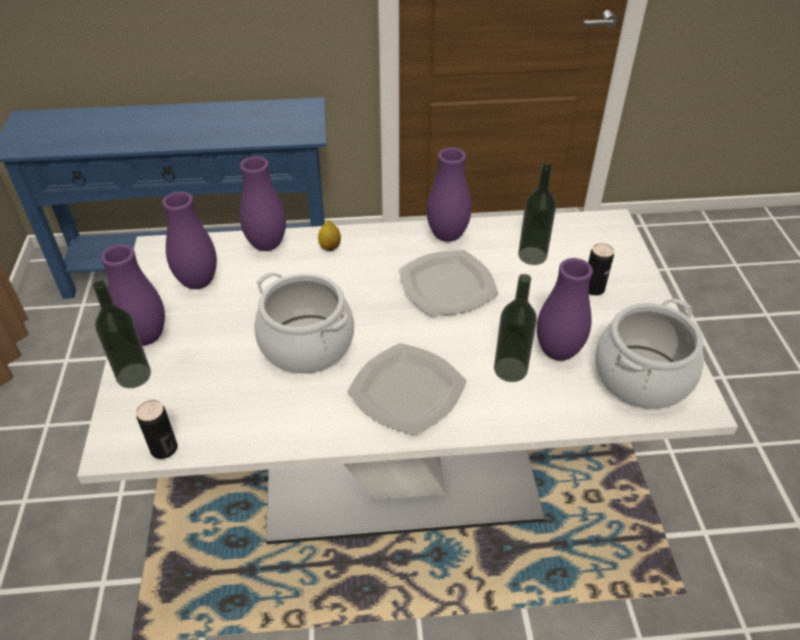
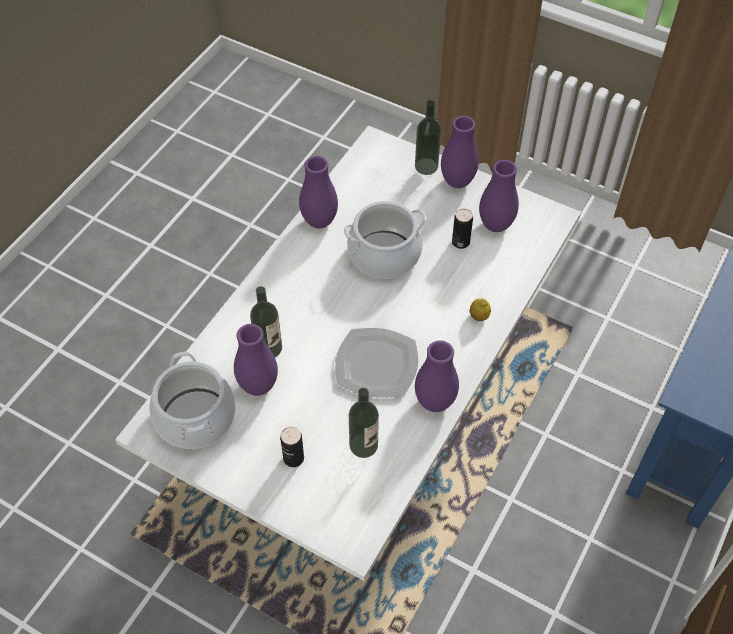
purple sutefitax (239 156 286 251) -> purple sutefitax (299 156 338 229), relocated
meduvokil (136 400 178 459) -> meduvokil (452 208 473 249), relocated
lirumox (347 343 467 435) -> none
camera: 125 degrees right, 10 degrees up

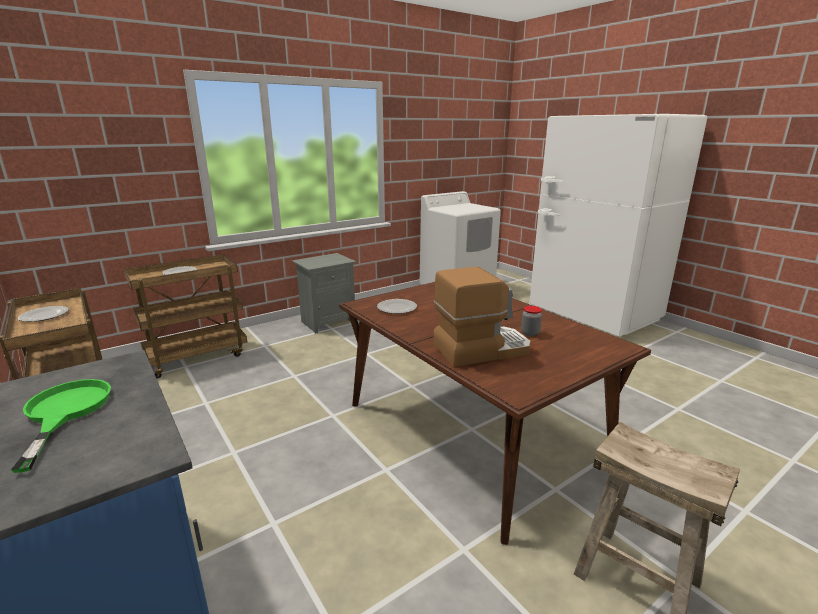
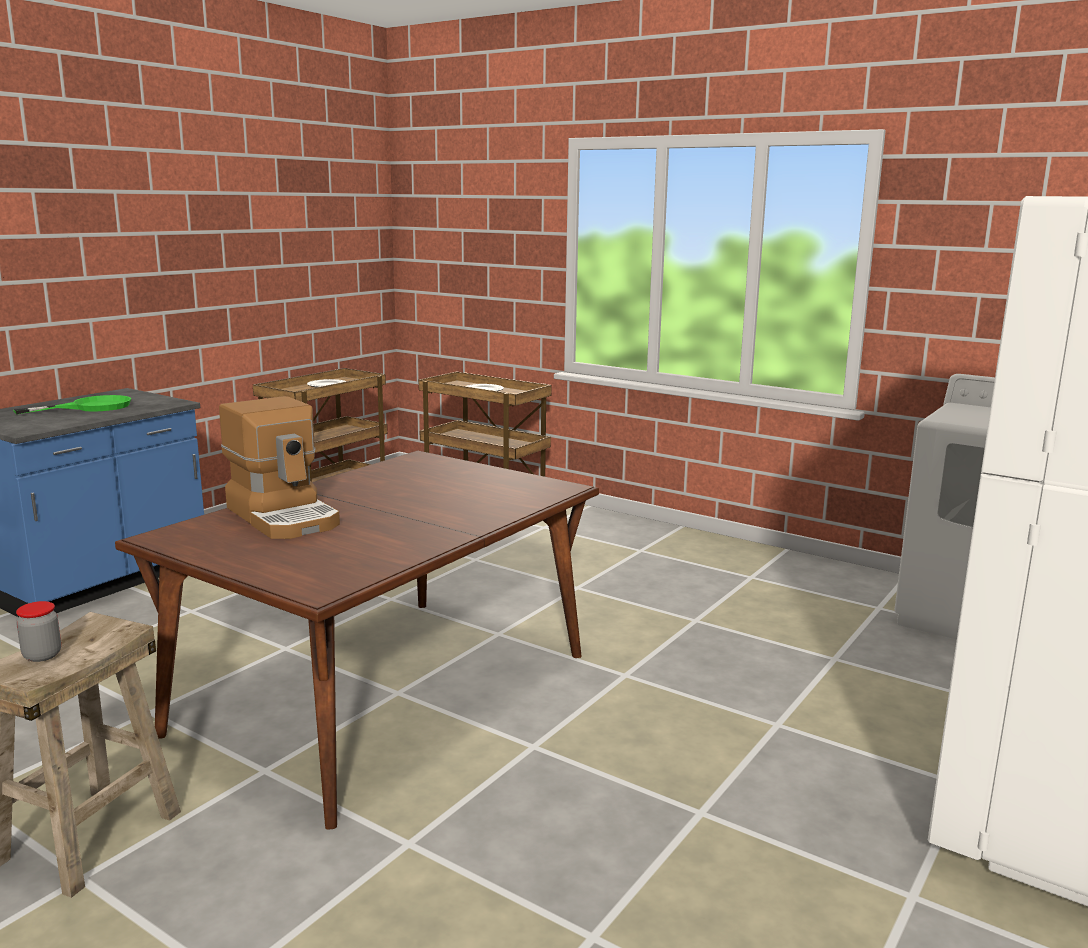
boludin (521 306 542 337) -> boludin (16 601 61 662), relocated
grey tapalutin (292 253 356 334) -> none
lirumox (377 299 417 314) -> none
camera: 70 degrees right, 5 degrees down

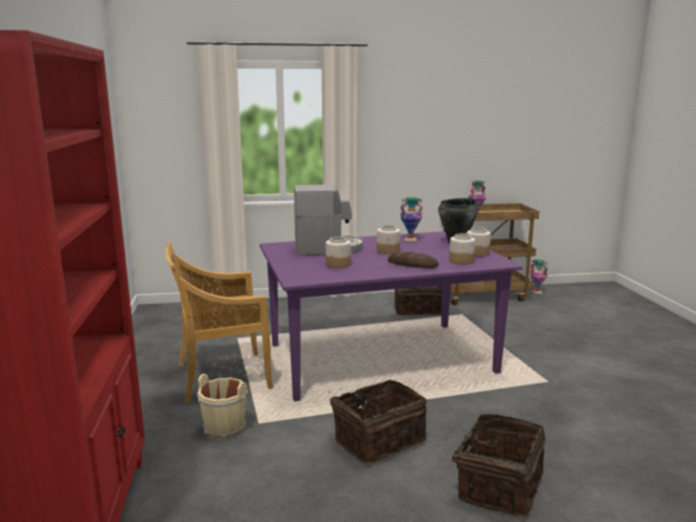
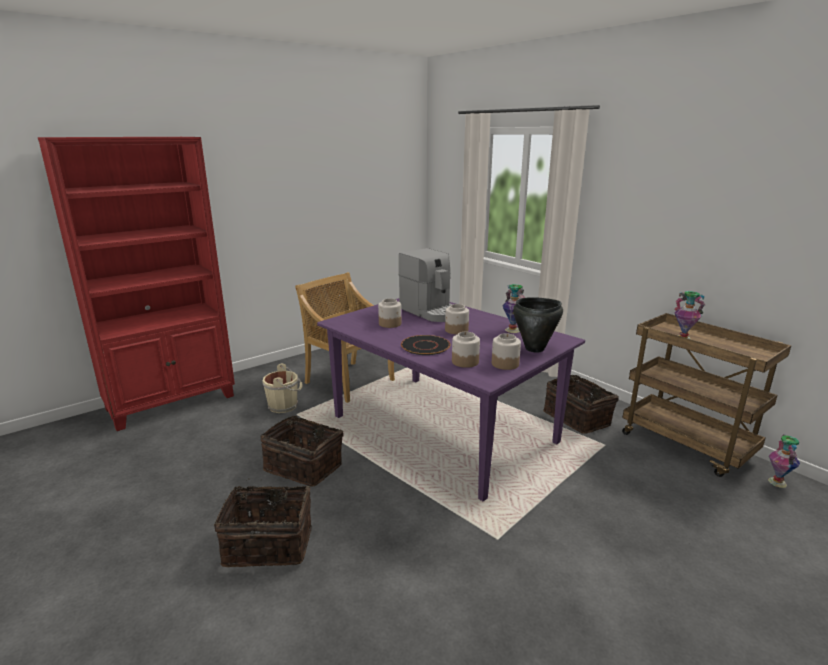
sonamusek (388 252 439 268) -> black lirumox (401 335 450 355)
camera: 60 degrees right, 5 degrees up

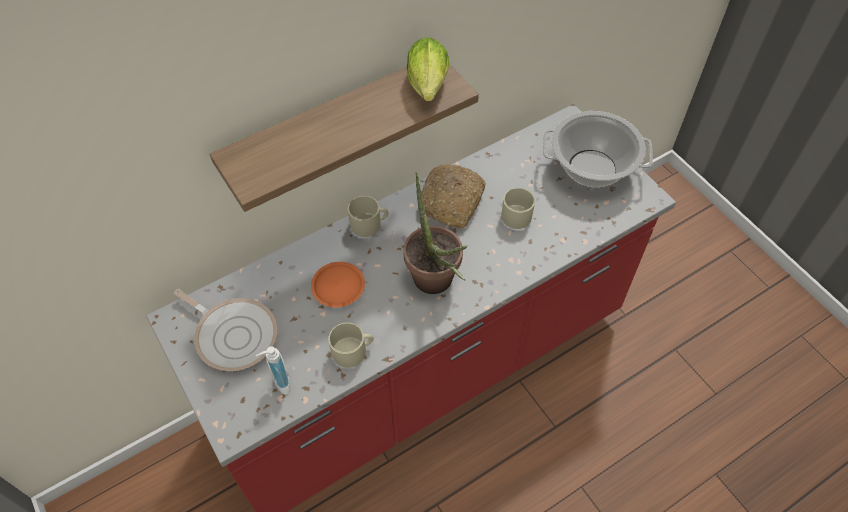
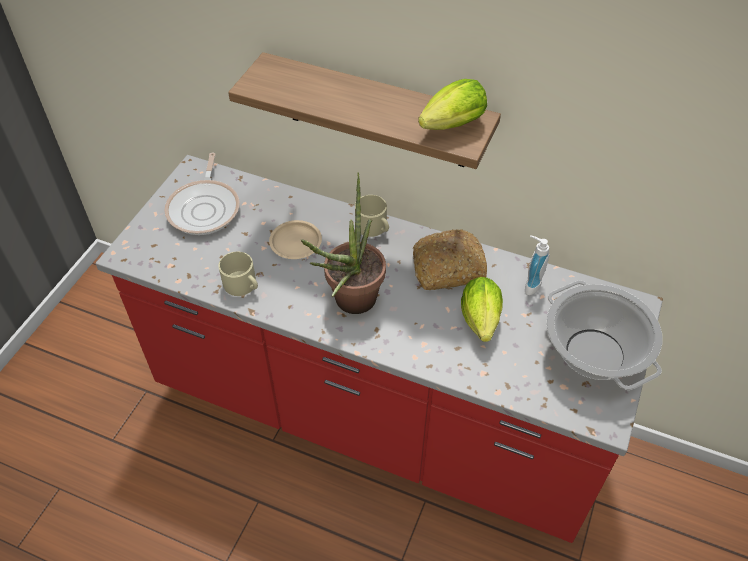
orange lirumox (311 262 365 307) -> beige lirumox (269 220 322 259)
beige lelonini (502 188 535 229) -> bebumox (461 277 503 342)
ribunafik (256 346 291 395) -> ribunafik (525 236 549 295), relocated
camera: 55 degrees right, 5 degrees down

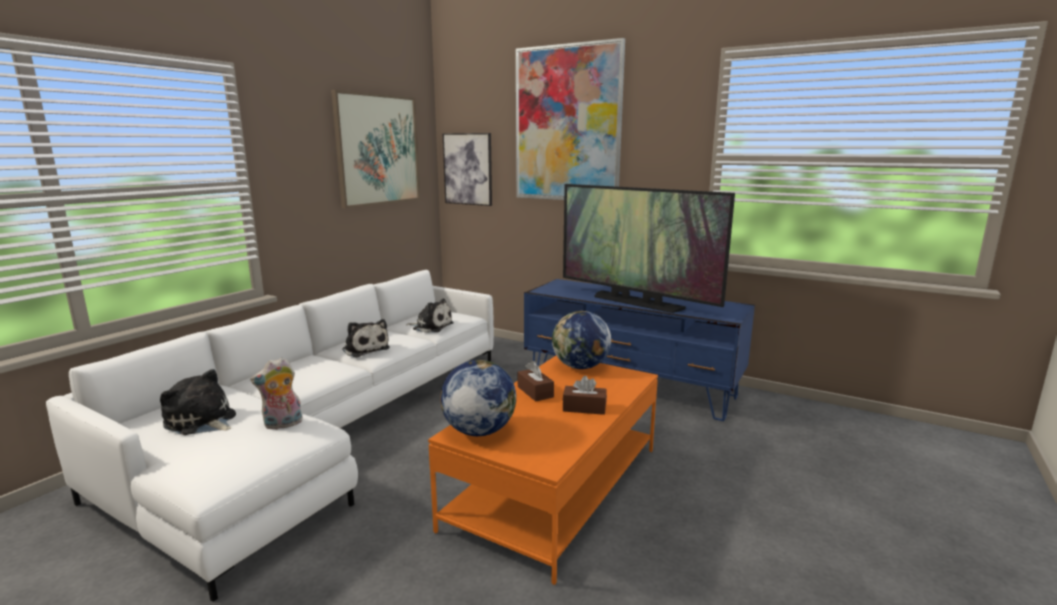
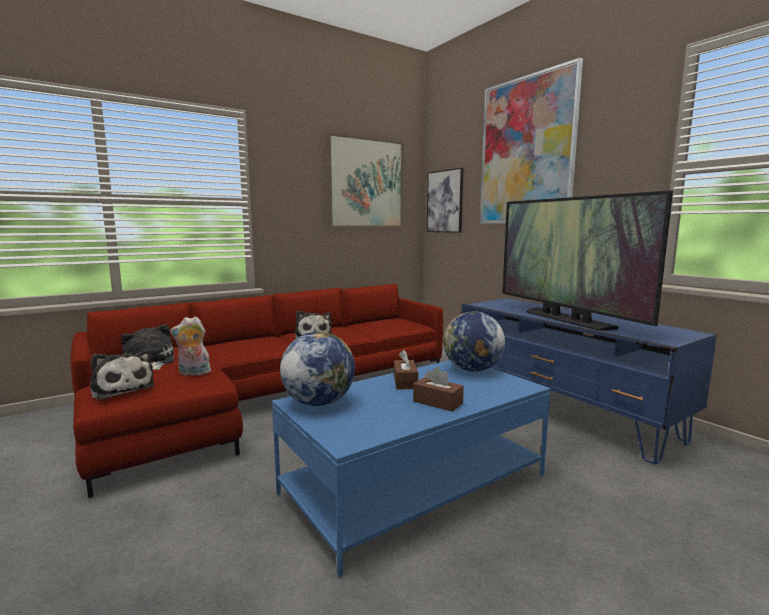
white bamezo (46 270 494 602) -> red bamezo (70 284 443 498)
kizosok (406 298 454 333) -> kizosok (90 350 155 400), relocated
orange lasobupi (428 356 658 585) -> blue lasobupi (272 360 551 577)
camera: 25 degrees right, 5 degrees down

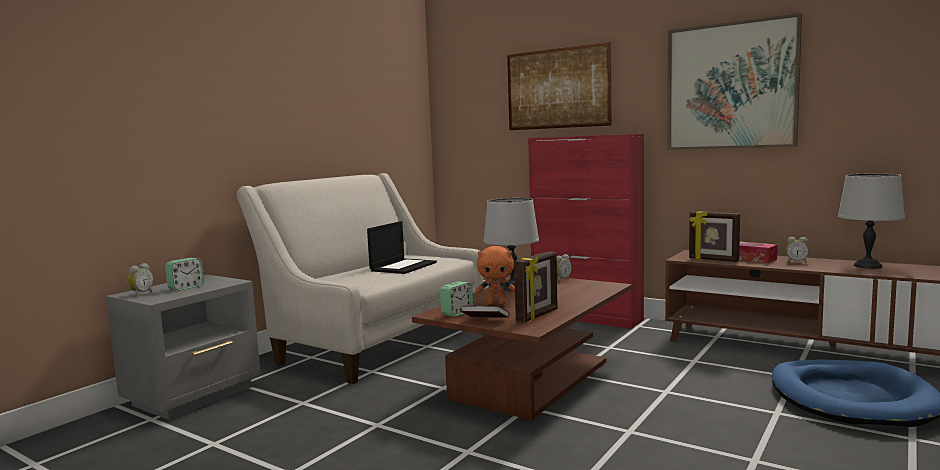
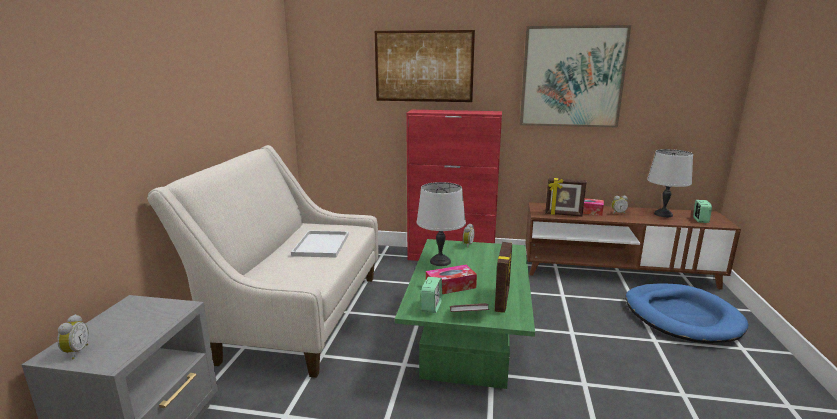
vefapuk (367 221 437 274) -> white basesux (291 231 349 258)
brown lasobupi (412 277 632 420) -> green lasobupi (395 239 535 389)
orange kizosok (476 246 515 305) -> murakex (426 265 477 294)
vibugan (165 258 204 291) -> vibugan (693 200 712 223), relocated
camera: 25 degrees left, 10 degrees up

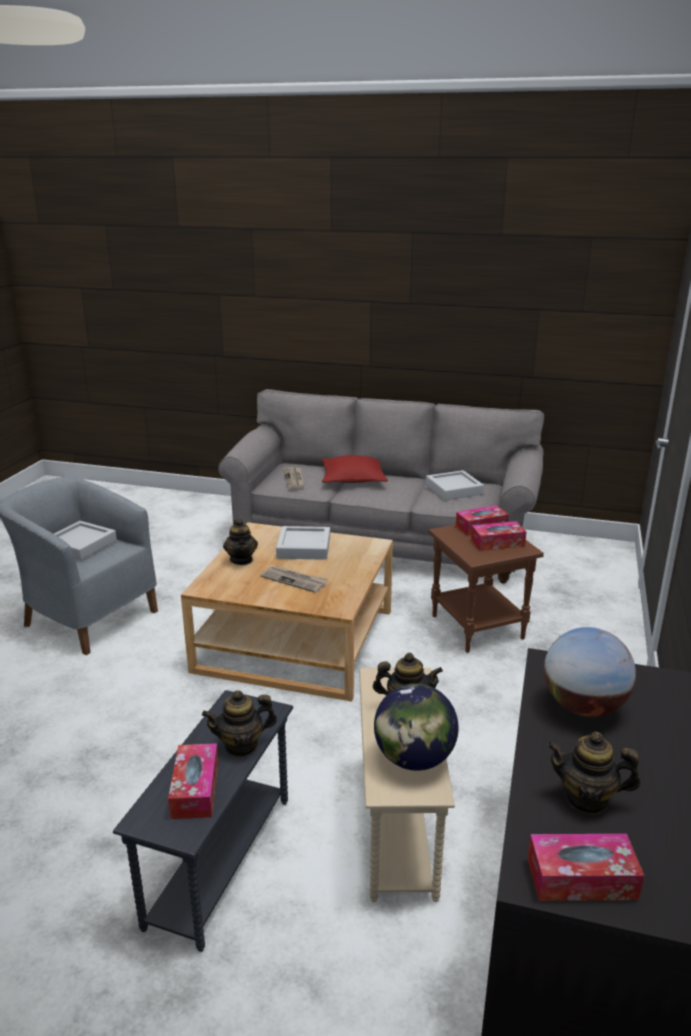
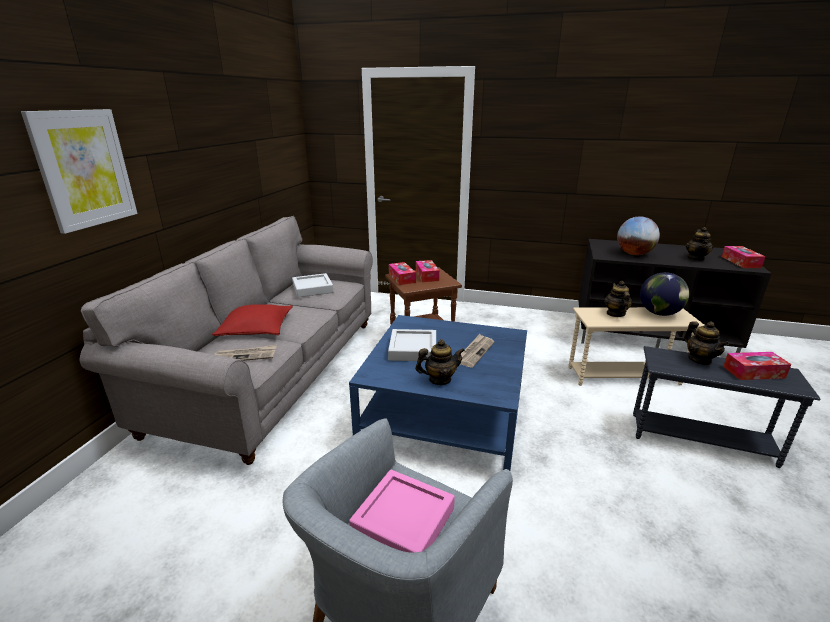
none -> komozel (21 109 137 234)
beige lasobupi (181 522 393 702) -> blue lasobupi (349 315 527 471)
grey basesux (54 521 117 560) -> pink basesux (349 470 455 553)
camera: 90 degrees left, 0 degrees up

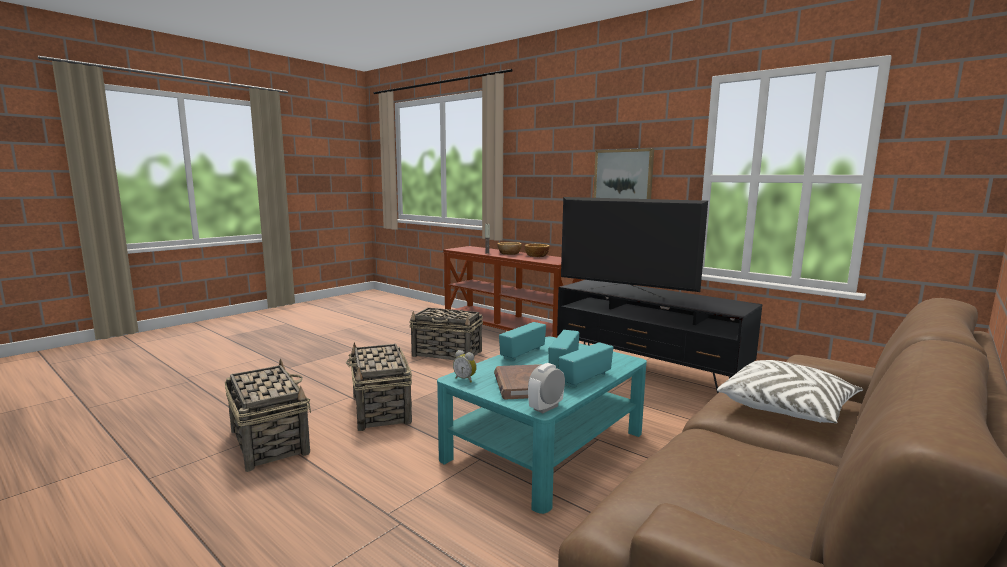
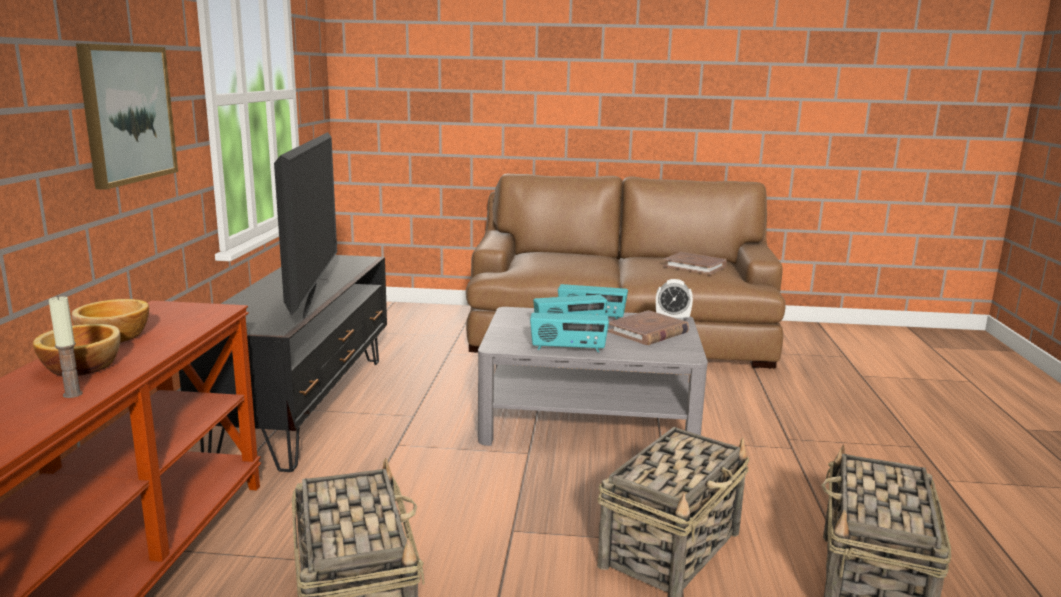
turquoise lasobupi (437 337 647 514) -> grey lasobupi (478 307 708 446)
none -> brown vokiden (663 252 727 275)
vibugan (453 350 477 382) -> none
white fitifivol (717 360 863 423) -> none
camera: 125 degrees left, 5 degrees up

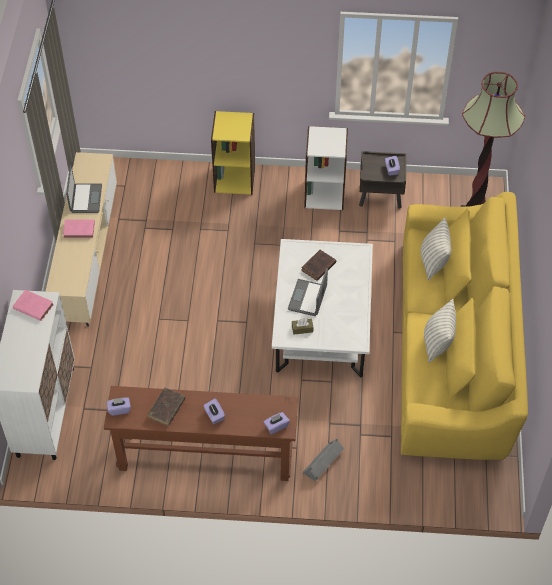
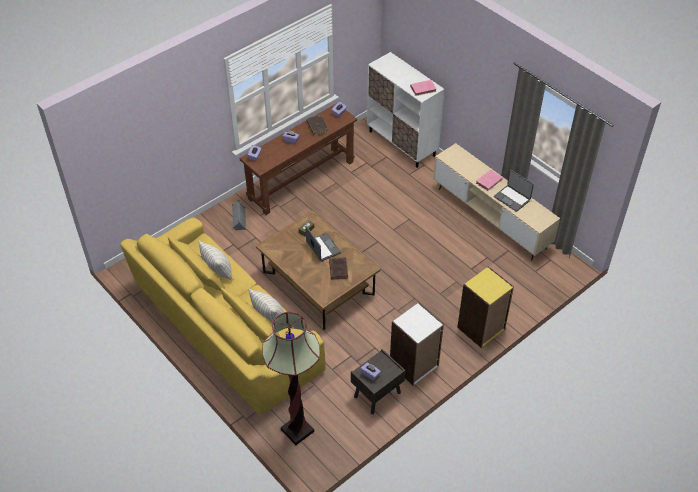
white lasobupi (272 239 373 378) -> brown lasobupi (256 210 381 330)
camera: 135 degrees right, 5 degrees down

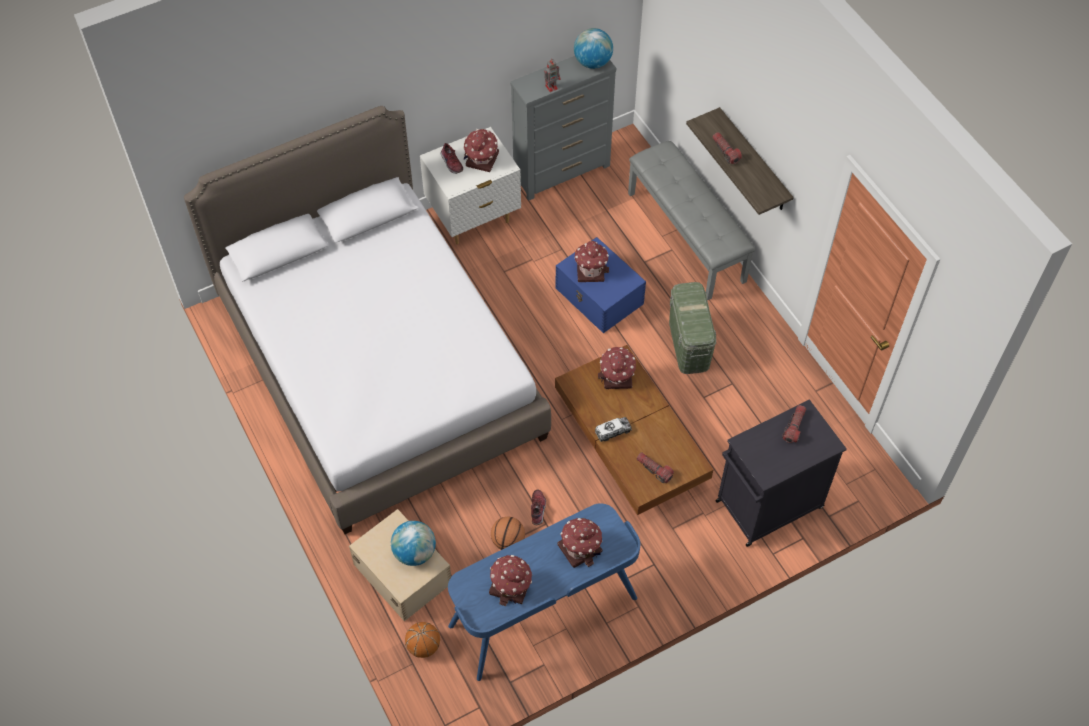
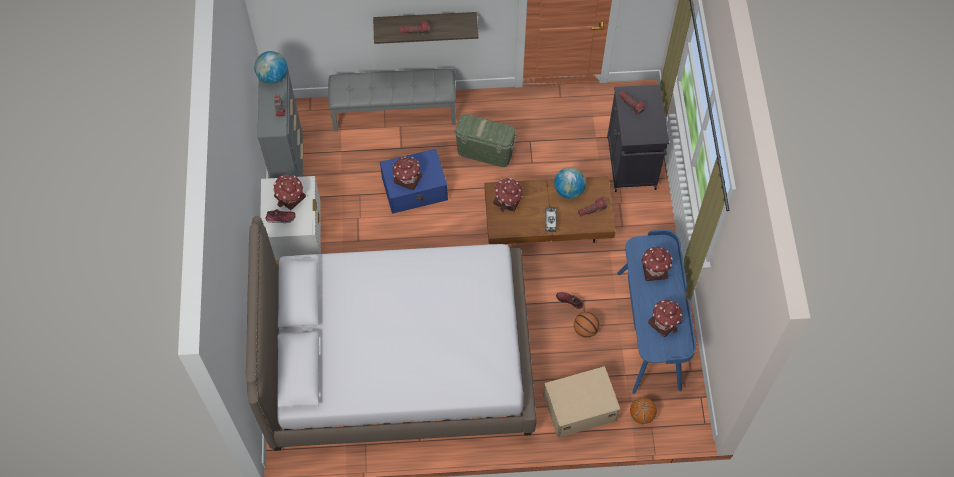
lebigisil (391 521 436 566) -> lebigisil (554 167 586 199), relocated
camera: 65 degrees left, 5 degrees up

